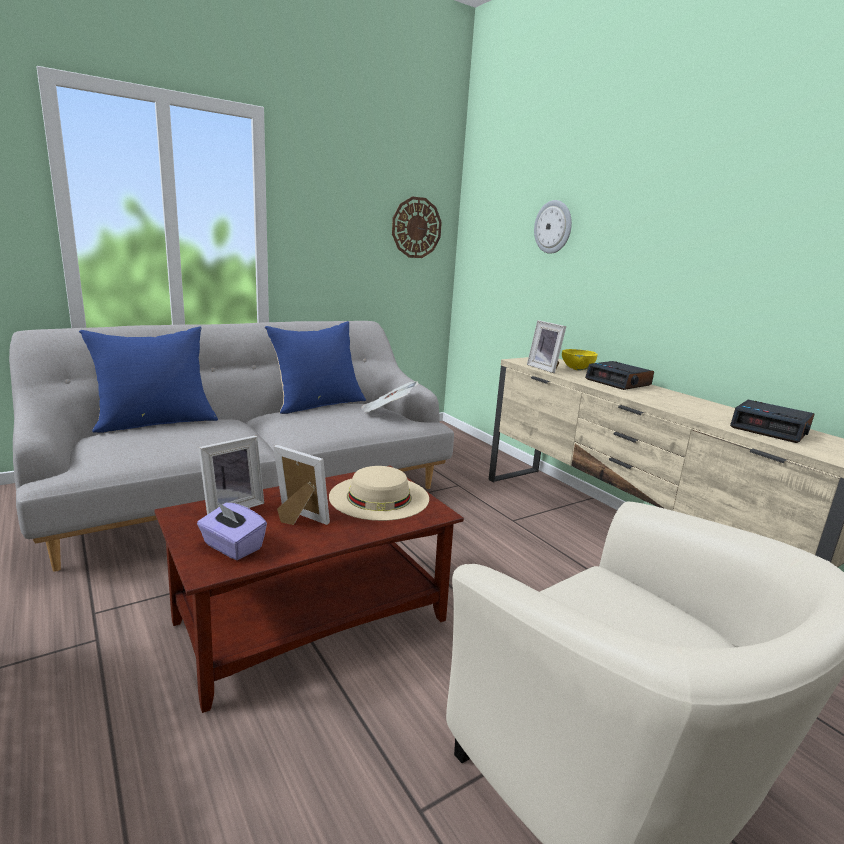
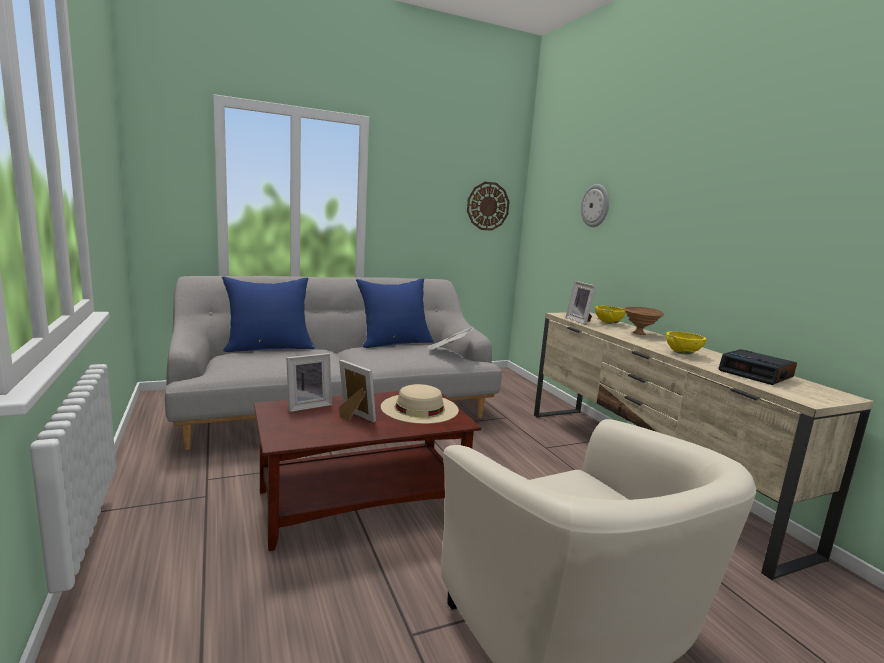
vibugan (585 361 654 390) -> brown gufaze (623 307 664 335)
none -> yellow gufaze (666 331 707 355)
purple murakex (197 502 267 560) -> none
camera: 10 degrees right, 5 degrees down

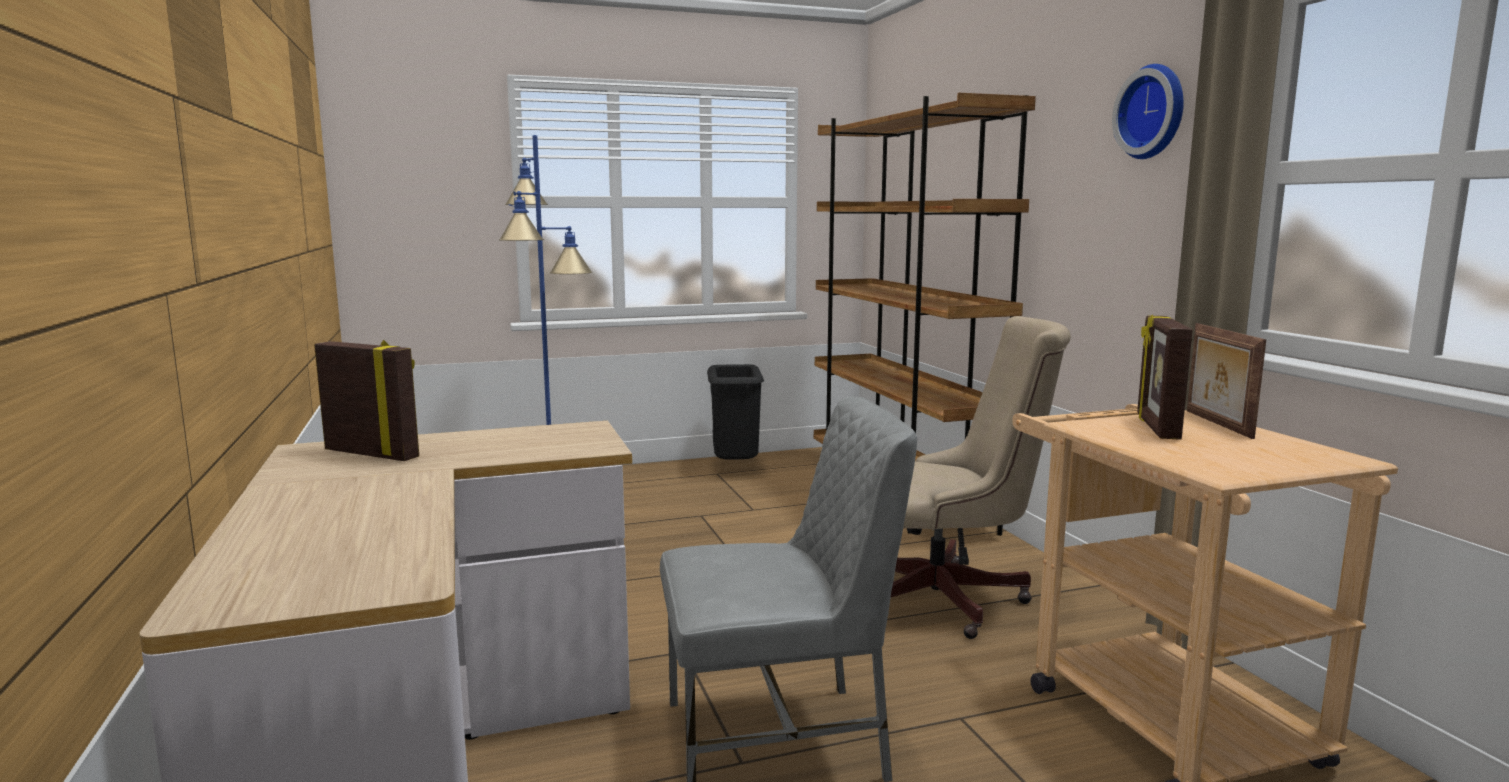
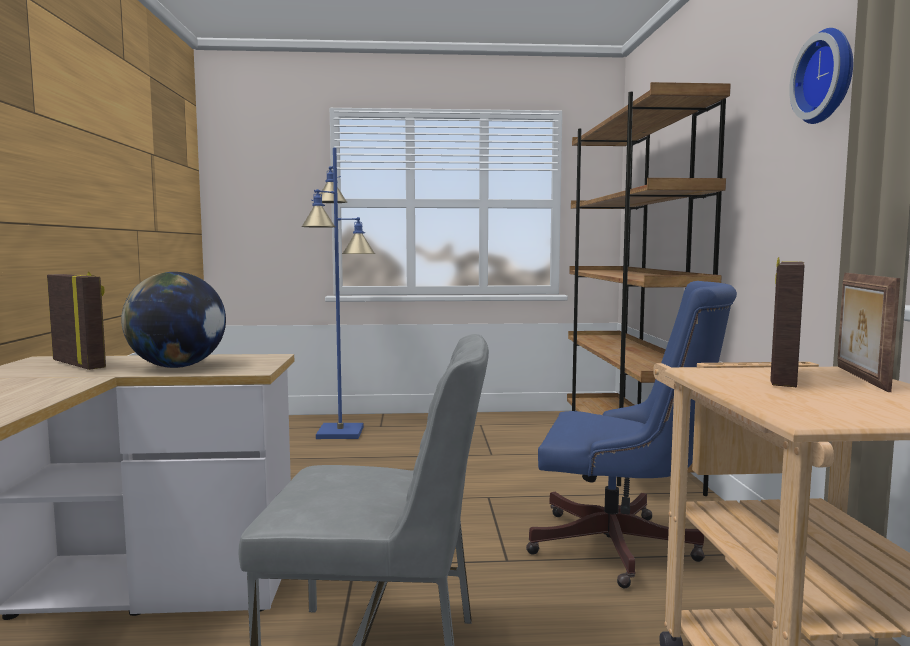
none -> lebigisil (121 272 226 368)
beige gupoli (890 316 1071 639) -> blue gupoli (526 281 737 588)
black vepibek (707 364 764 460) -> none
camera: 15 degrees right, 5 degrees down

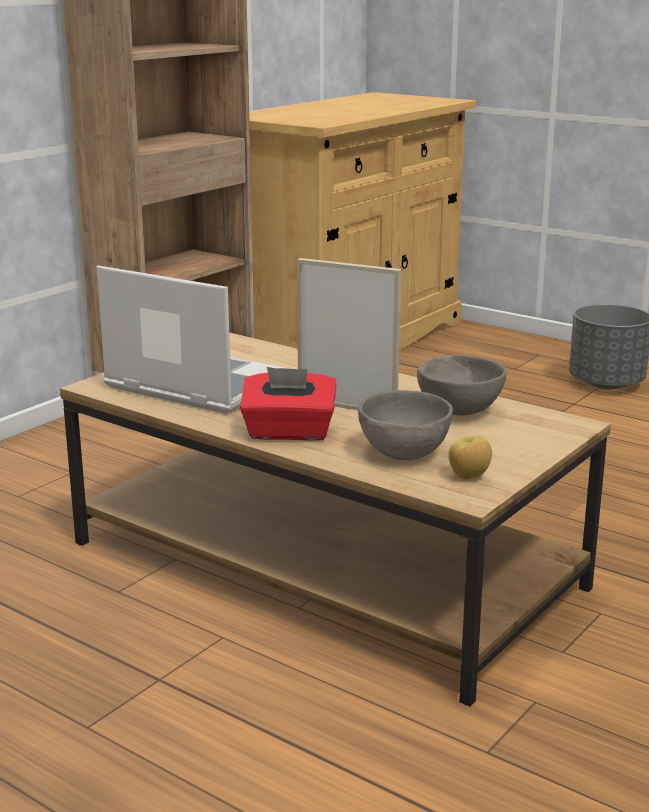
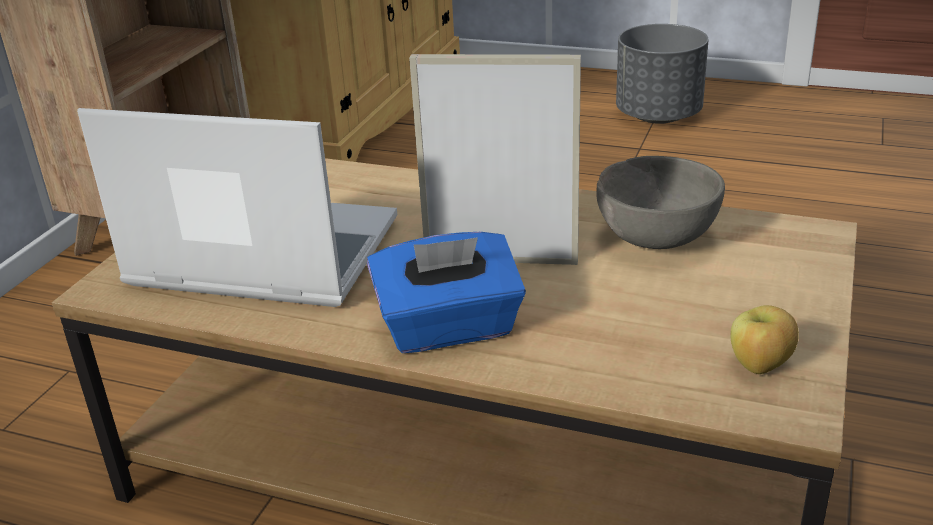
red murakex (240 367 337 441) -> blue murakex (367 232 526 353)
grey gufaze (358 390 453 460) -> none
camera: 15 degrees left, 10 degrees up

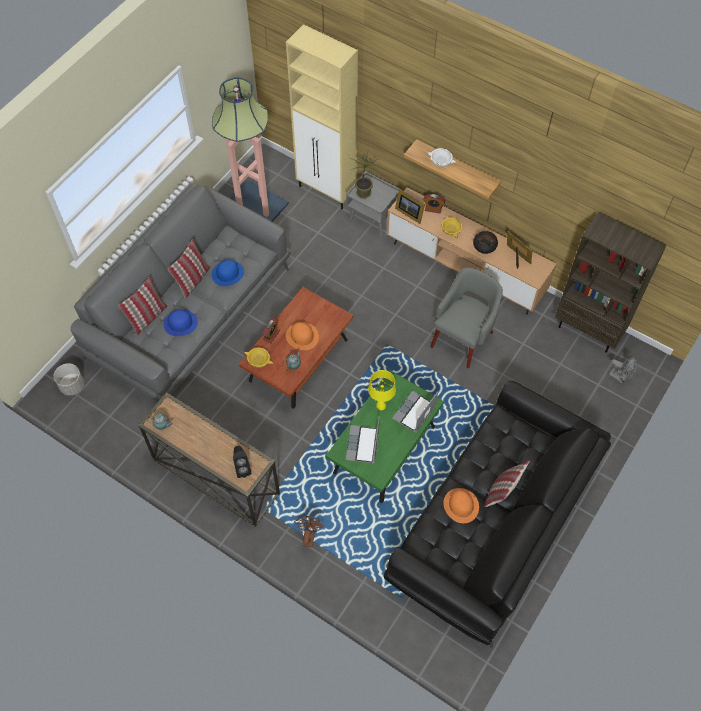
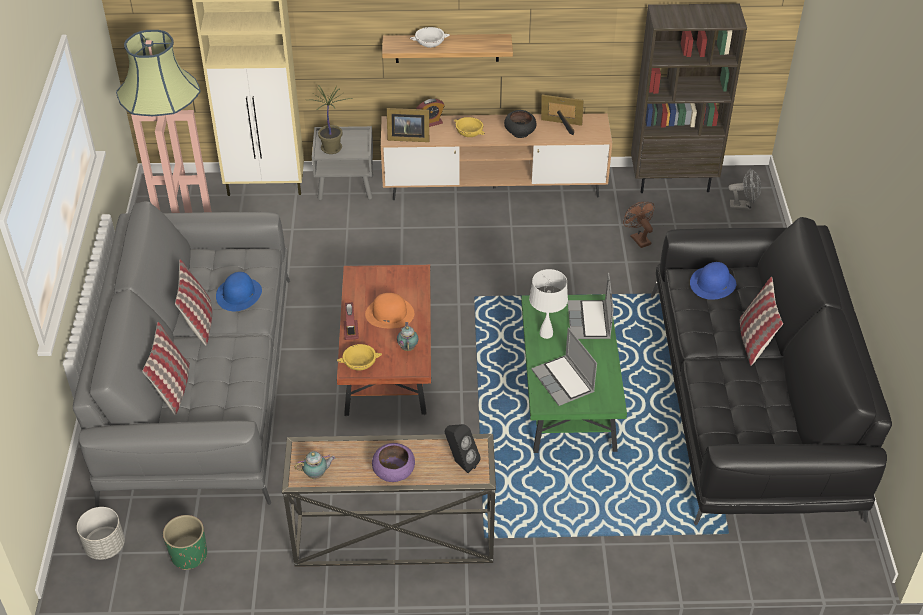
none -> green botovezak (163 515 207 570)
none -> purple gufaze (372 443 415 482)
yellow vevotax (368 370 396 410) -> white vevotax (529 269 568 339)
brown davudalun (294 516 324 547) -> brown davudalun (623 202 655 248), relocated
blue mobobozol (164 309 198 336) -> blue mobobozol (690 262 736 300), relocated
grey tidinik (430 268 503 368) -> none
orange mobobozol (443 488 479 523) -> none
camera: 35 degrees left, 15 degrees down

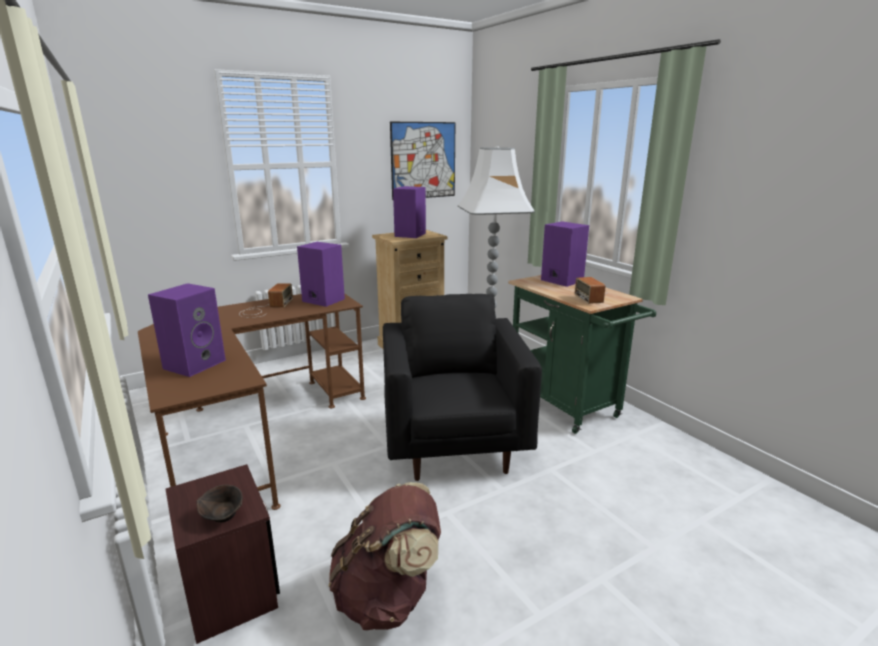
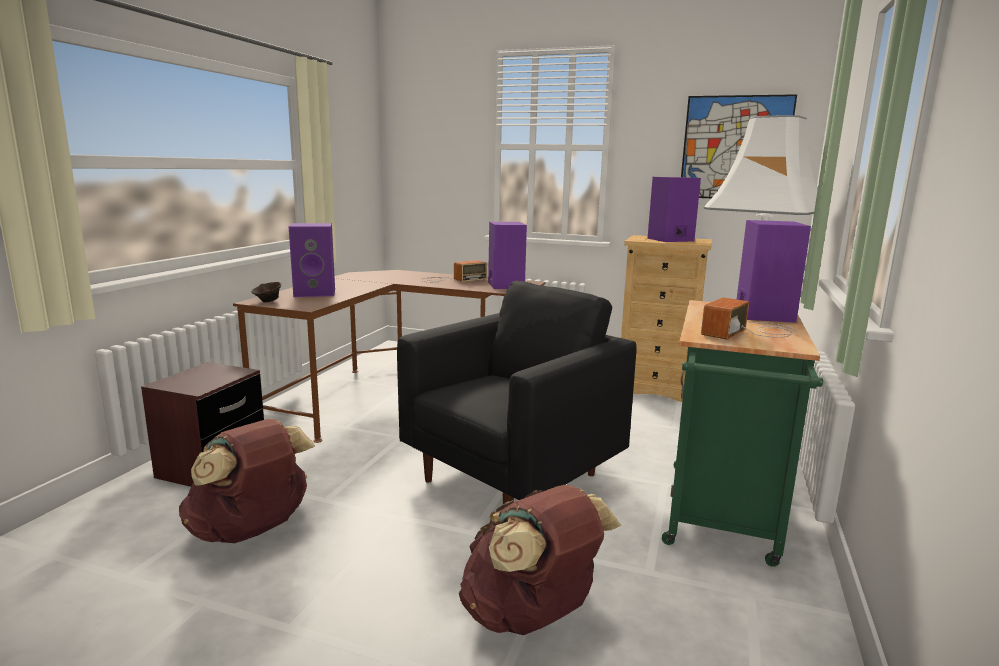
brown gufaze (197 485 243 522) -> brown gufaze (251 282 281 302), relocated
none -> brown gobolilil (459 485 622 635)
camera: 50 degrees right, 5 degrees down

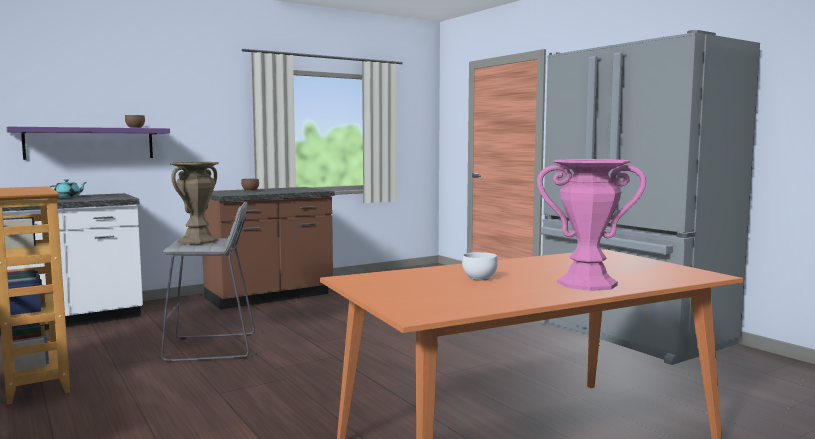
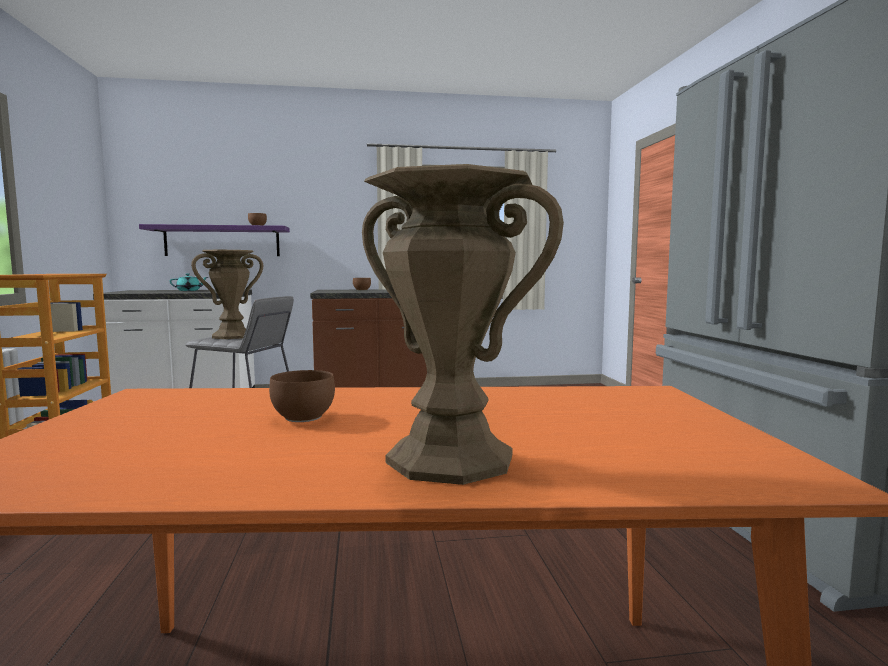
white gufaze (462 252 498 280) -> brown gufaze (269 370 335 422)
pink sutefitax (537 159 646 291) -> brown sutefitax (362 164 564 485)
camera: 25 degrees right, 0 degrees up

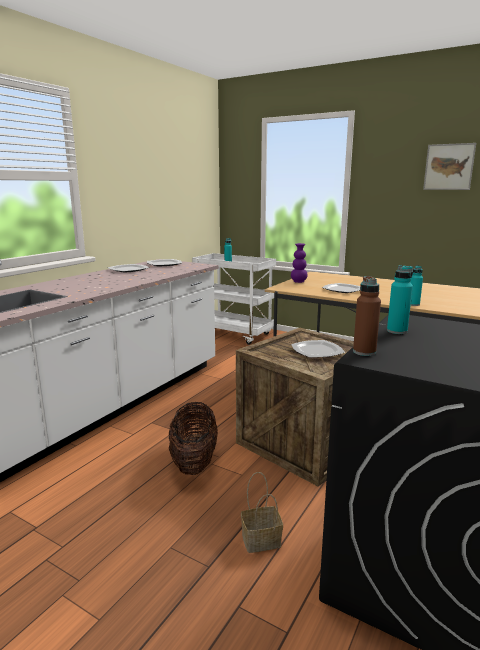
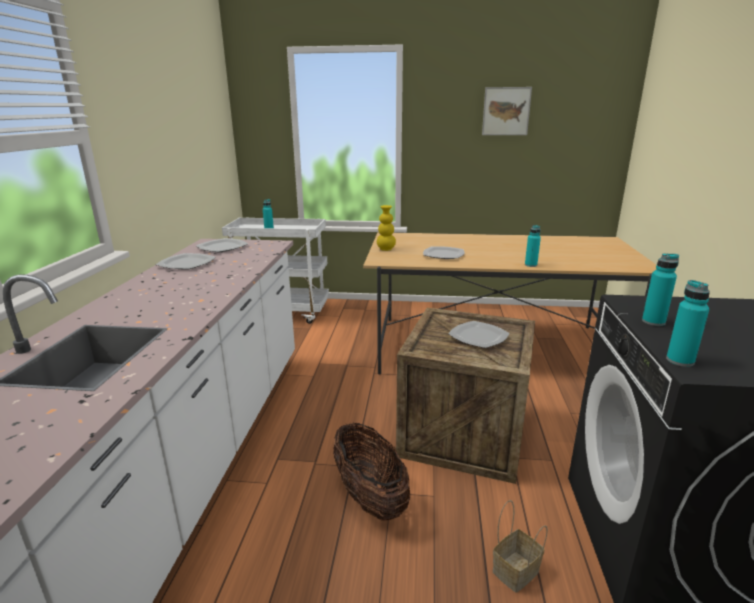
purple sutefitax (291 243 308 283) -> yellow sutefitax (377 205 396 251)
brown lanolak (353 276 381 356) -> turquoise lanolak (666 280 710 367)
camera: 25 degrees left, 5 degrees up

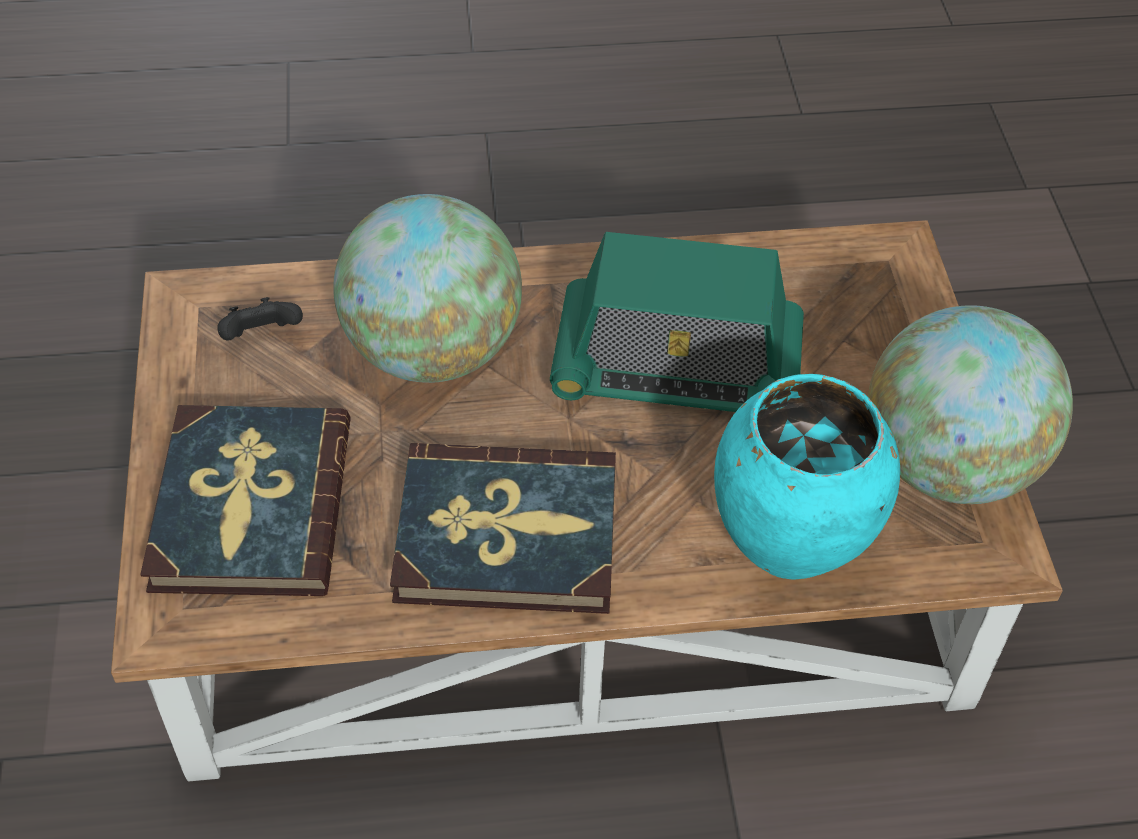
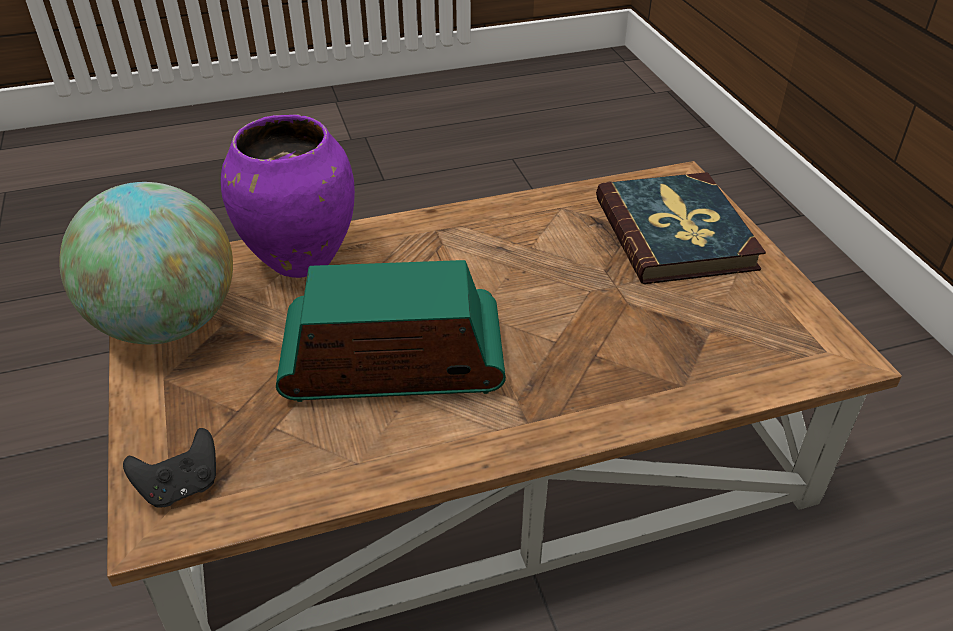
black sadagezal (217 297 303 341) -> black sadagezal (123 428 216 508), relocated
turquoise sutefitax (714 374 900 580) -> purple sutefitax (221 114 355 278)
lebigisil (333 194 522 383) -> none
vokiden (390 443 616 614) -> none
camera: 170 degrees right, 10 degrees down

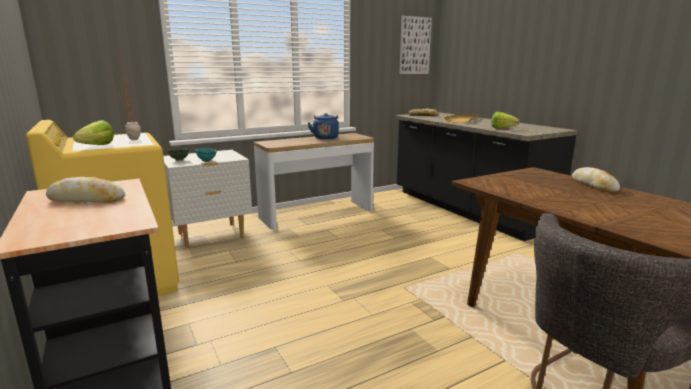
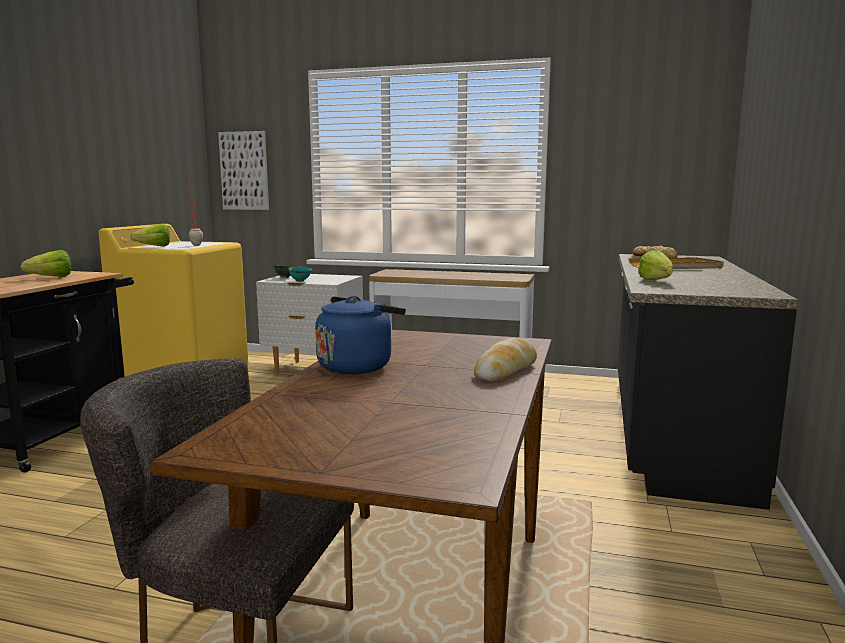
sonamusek (46 177 125 203) -> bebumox (21 250 71 277)
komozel (399 16 432 74) -> komozel (218 131 269 210), relocated
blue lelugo (307 113 339 140) -> blue lelugo (315 296 406 374), relocated
camera: 45 degrees right, 5 degrees down

